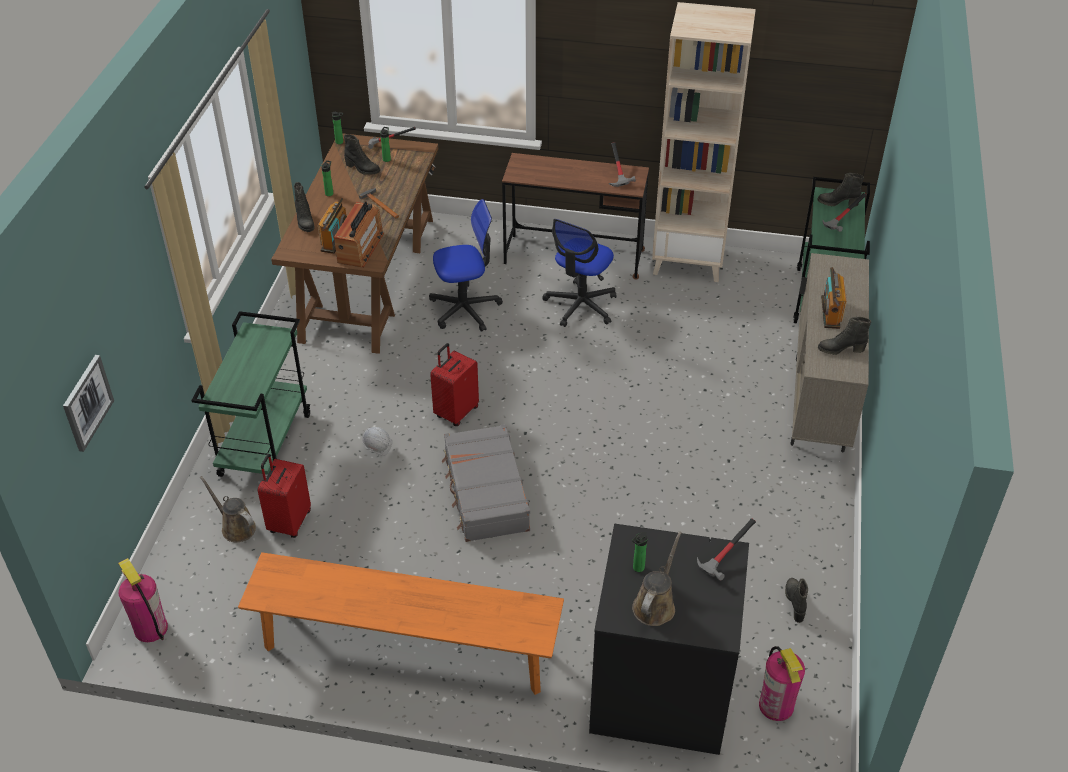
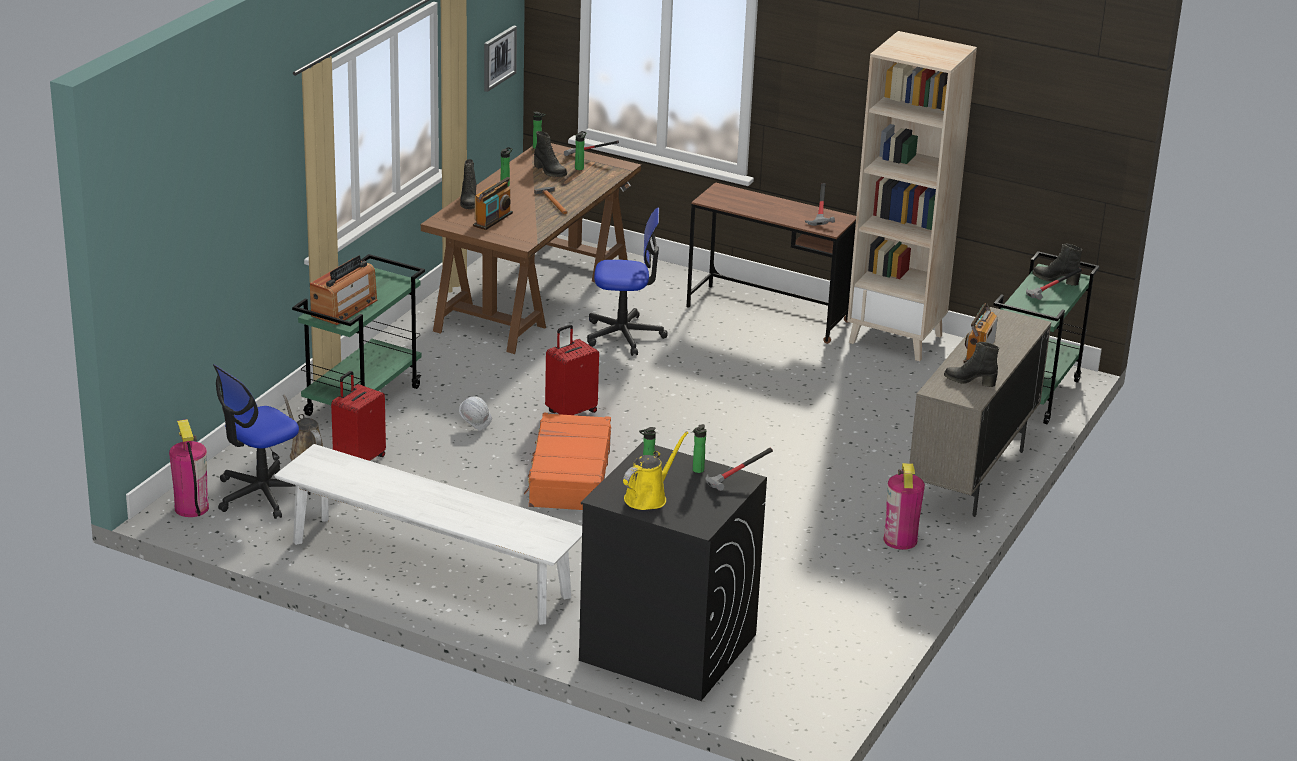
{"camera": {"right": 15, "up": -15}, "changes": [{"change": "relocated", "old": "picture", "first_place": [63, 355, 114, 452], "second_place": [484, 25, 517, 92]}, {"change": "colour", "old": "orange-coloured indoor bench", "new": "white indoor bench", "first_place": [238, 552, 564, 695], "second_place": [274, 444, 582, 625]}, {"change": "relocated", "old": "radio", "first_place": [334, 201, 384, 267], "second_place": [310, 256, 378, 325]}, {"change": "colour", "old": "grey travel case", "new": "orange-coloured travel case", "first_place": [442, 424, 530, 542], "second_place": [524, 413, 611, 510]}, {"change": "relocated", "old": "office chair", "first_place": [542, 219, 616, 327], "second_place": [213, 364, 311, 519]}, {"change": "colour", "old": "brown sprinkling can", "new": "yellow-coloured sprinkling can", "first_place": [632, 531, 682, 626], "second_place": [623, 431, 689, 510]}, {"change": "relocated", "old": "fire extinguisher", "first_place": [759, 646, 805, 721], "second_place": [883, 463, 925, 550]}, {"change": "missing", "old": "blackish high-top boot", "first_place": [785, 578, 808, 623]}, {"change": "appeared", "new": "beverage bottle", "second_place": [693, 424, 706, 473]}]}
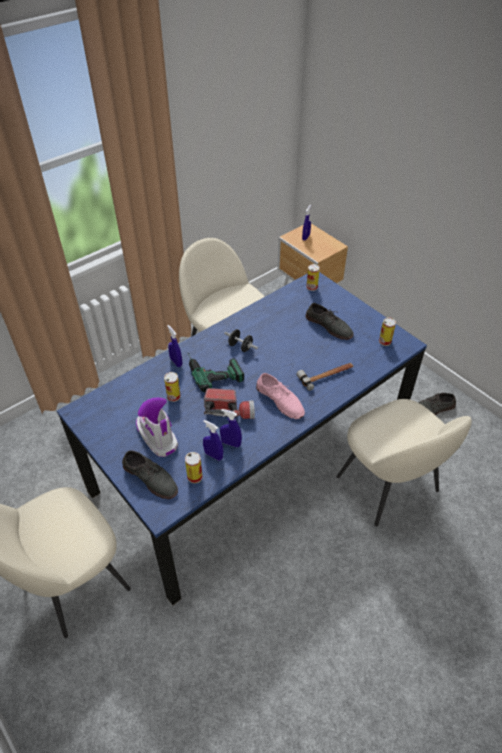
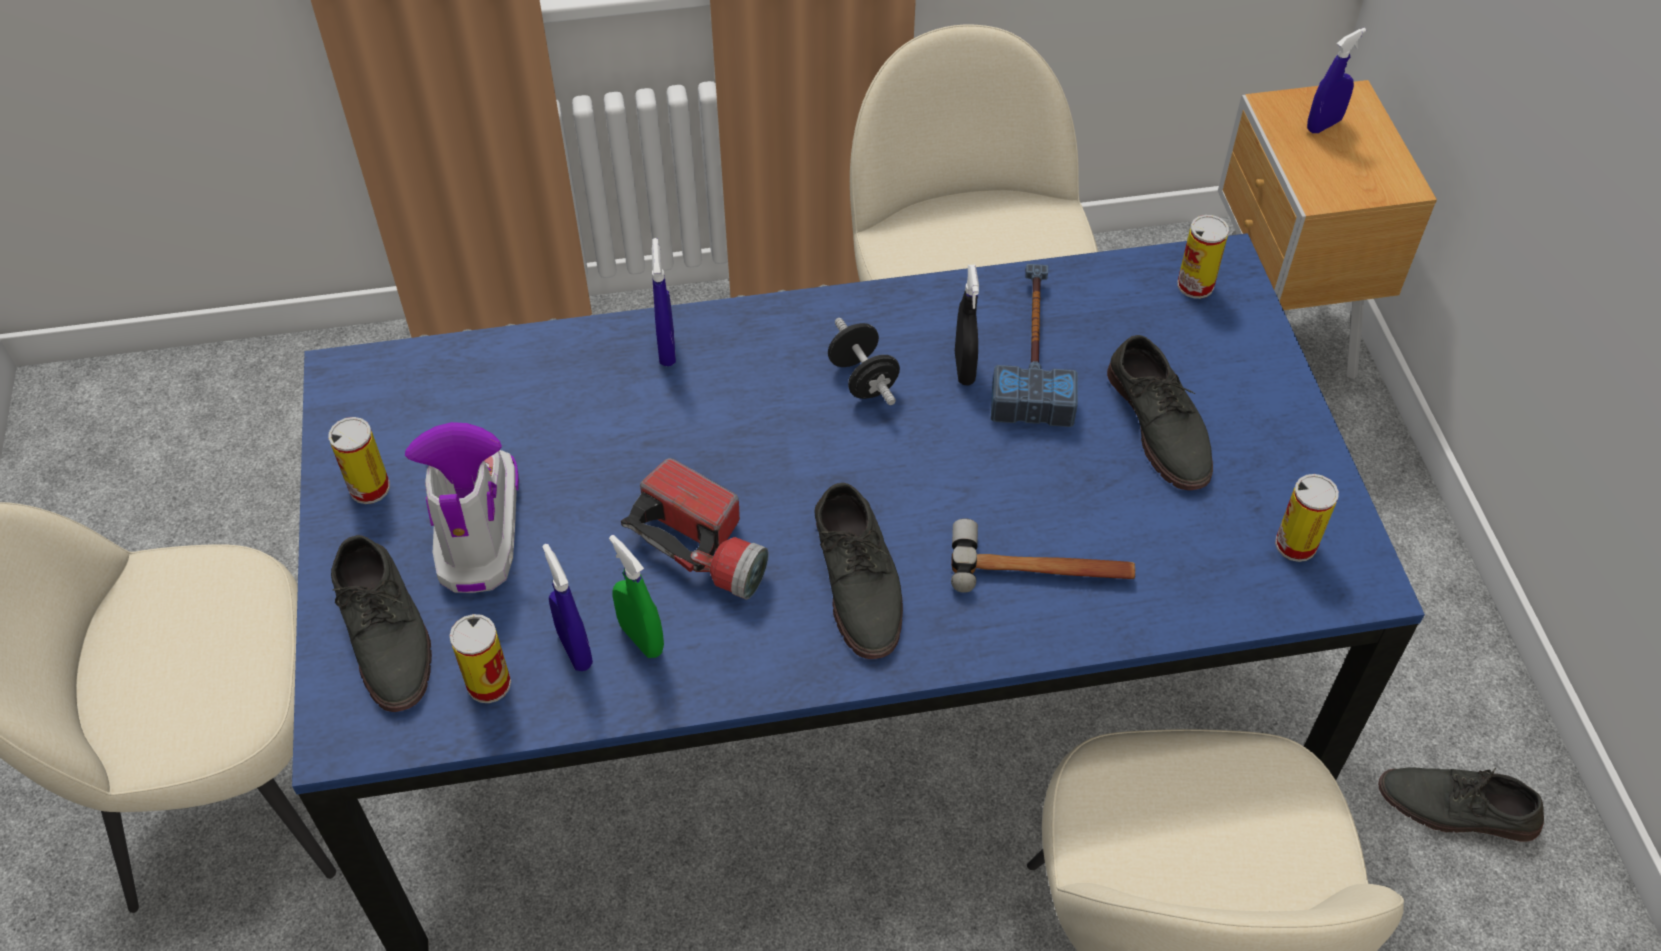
{"camera": {"right": 30, "up": 5}, "changes": [{"change": "relocated", "old": "can", "first_place": [164, 372, 181, 402], "second_place": [328, 417, 390, 504]}, {"change": "missing", "old": "electric drill", "first_place": [188, 353, 244, 392]}, {"change": "colour", "old": "blue hand sprayer", "new": "greenish hand sprayer", "first_place": [220, 409, 242, 447], "second_place": [609, 535, 664, 658]}, {"change": "colour", "old": "pink-coloured shoe", "new": "grey shoe", "first_place": [256, 373, 305, 419], "second_place": [815, 483, 903, 659]}, {"change": "appeared", "new": "blackish hand sprayer", "second_place": [955, 265, 979, 386]}, {"change": "appeared", "new": "hammer", "second_place": [991, 264, 1078, 427]}]}
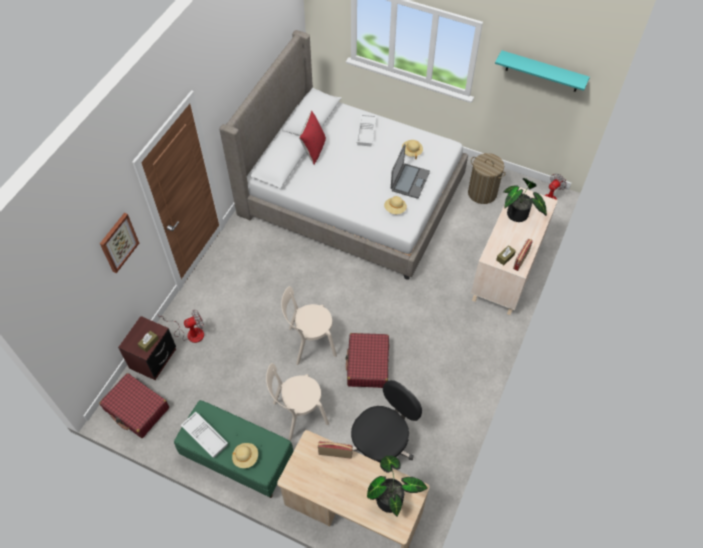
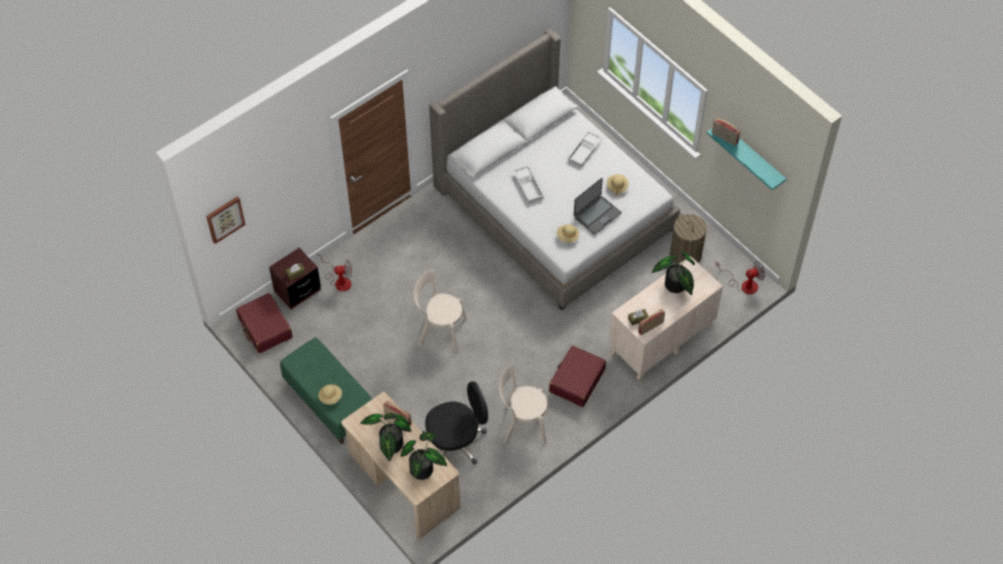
{"camera": {"right": 25, "up": 0}, "changes": [{"change": "relocated", "old": "picture", "first_place": [100, 213, 139, 273], "second_place": [206, 196, 246, 244]}, {"change": "relocated", "old": "white tray", "first_place": [181, 412, 228, 458], "second_place": [513, 165, 544, 203]}, {"change": "relocated", "old": "beige-coloured plain chair", "first_place": [266, 363, 329, 441], "second_place": [499, 365, 547, 444]}, {"change": "missing", "old": "reddish pillow", "first_place": [299, 110, 326, 165]}, {"change": "relocated", "old": "reddish travel case", "first_place": [345, 333, 389, 388], "second_place": [549, 345, 606, 407]}, {"change": "appeared", "new": "houseplant", "second_place": [360, 413, 411, 461]}, {"change": "appeared", "new": "radio", "second_place": [712, 118, 740, 146]}]}
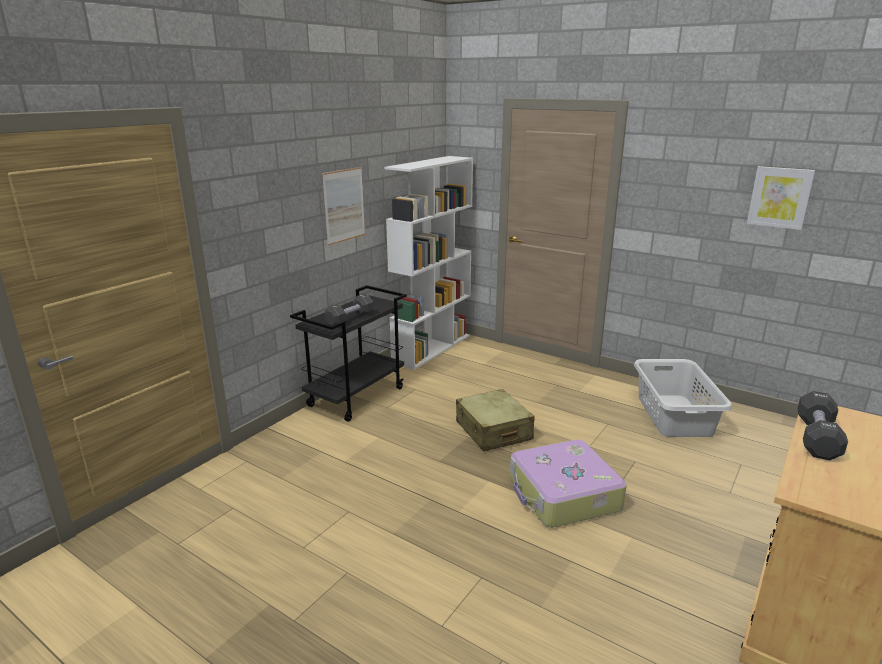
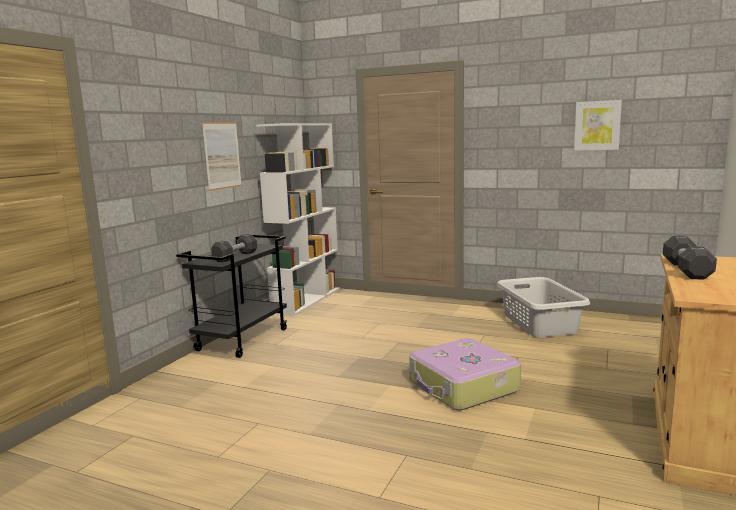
{"camera": {"right": -10, "up": -10}, "changes": [{"change": "missing", "old": "beige-coloured travel case", "first_place": [456, 389, 535, 452]}]}
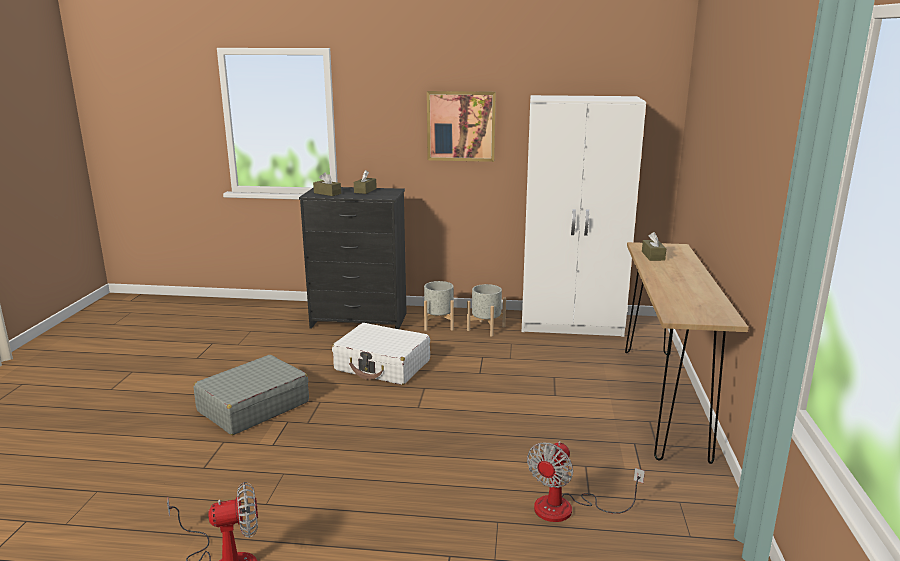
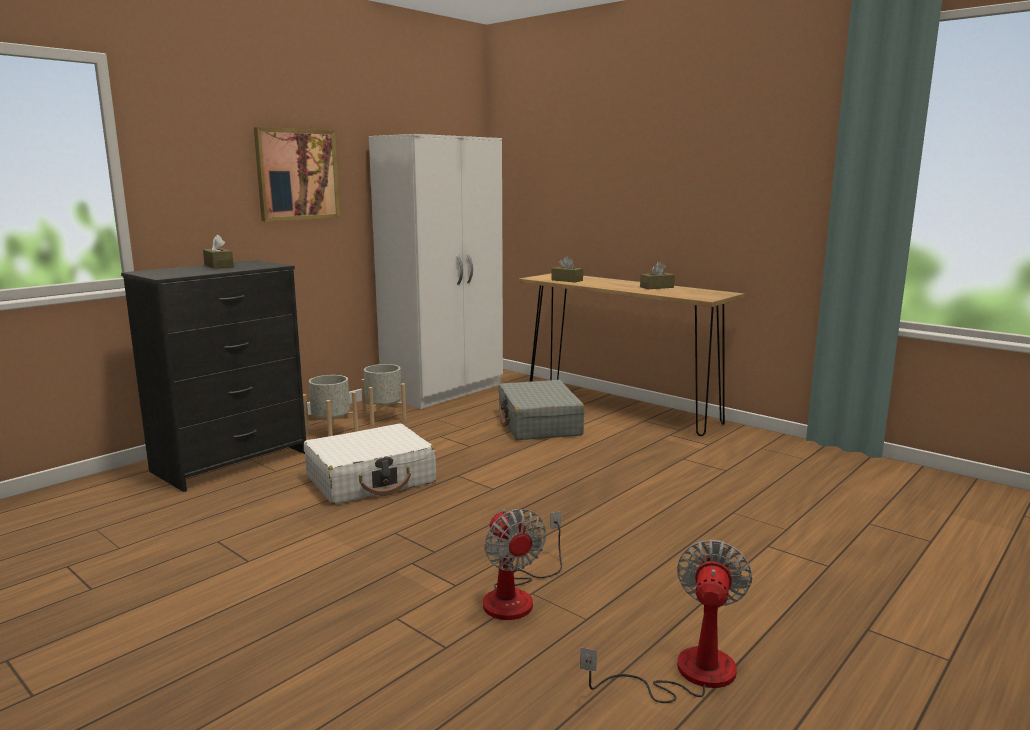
{"camera": {"right": -55, "up": -5}, "changes": [{"change": "relocated", "old": "grey travel case", "first_place": [193, 355, 309, 435], "second_place": [498, 380, 585, 440]}, {"change": "relocated", "old": "brown box of tissues", "first_place": [313, 172, 341, 196], "second_place": [640, 262, 675, 289]}, {"change": "relocated", "old": "cooling fan", "first_place": [527, 441, 645, 522], "second_place": [483, 509, 562, 620]}]}
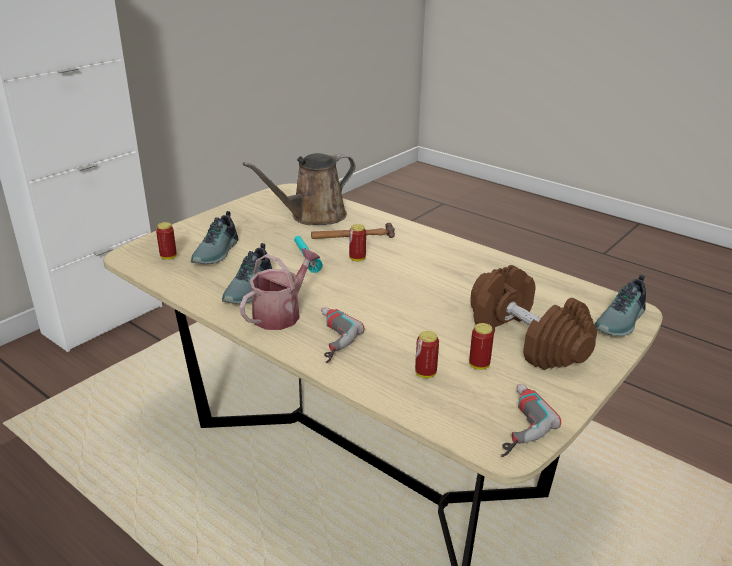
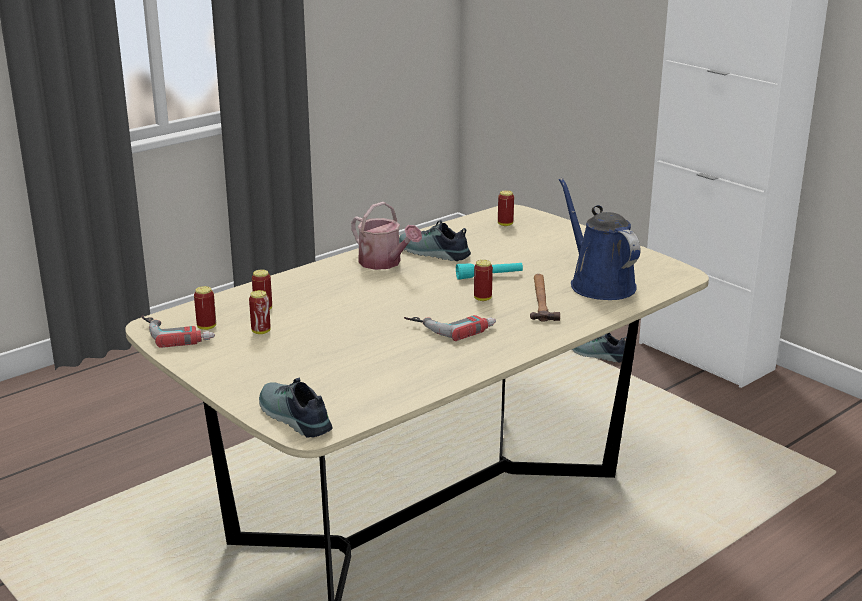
{"camera": {"right": 100, "up": -5}, "changes": [{"change": "relocated", "old": "shoe", "first_place": [191, 211, 238, 264], "second_place": [571, 333, 626, 363]}, {"change": "colour", "old": "brown sprinkling can", "new": "blue sprinkling can", "first_place": [243, 153, 355, 225], "second_place": [559, 178, 640, 300]}, {"change": "relocated", "old": "electric drill", "first_place": [321, 307, 364, 364], "second_place": [404, 315, 496, 341]}, {"change": "missing", "old": "brown hand weight", "first_place": [470, 265, 597, 370]}, {"change": "appeared", "new": "can", "second_place": [194, 286, 216, 330]}]}
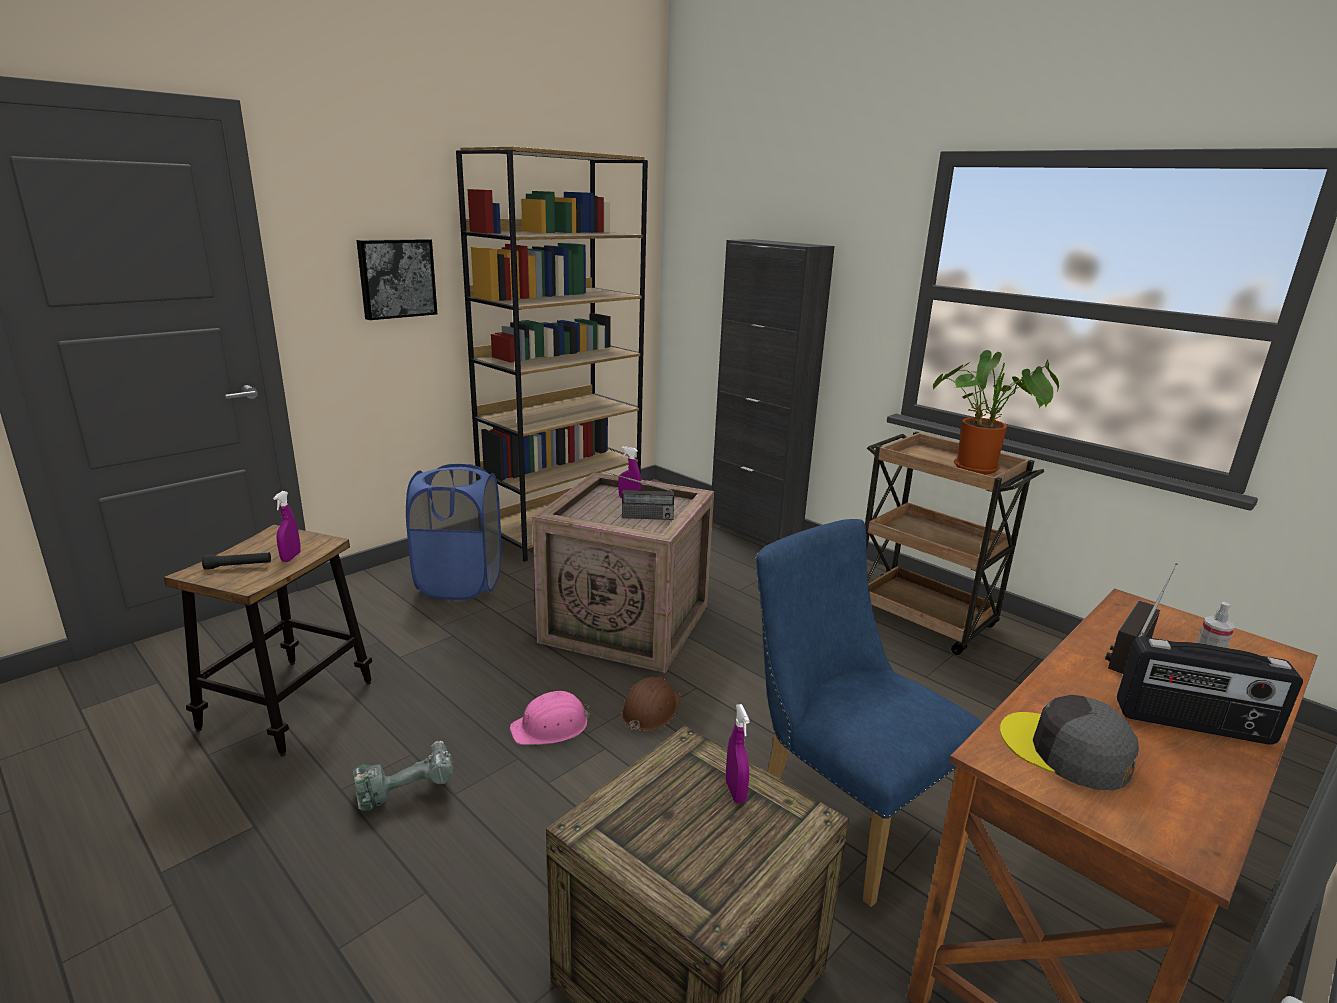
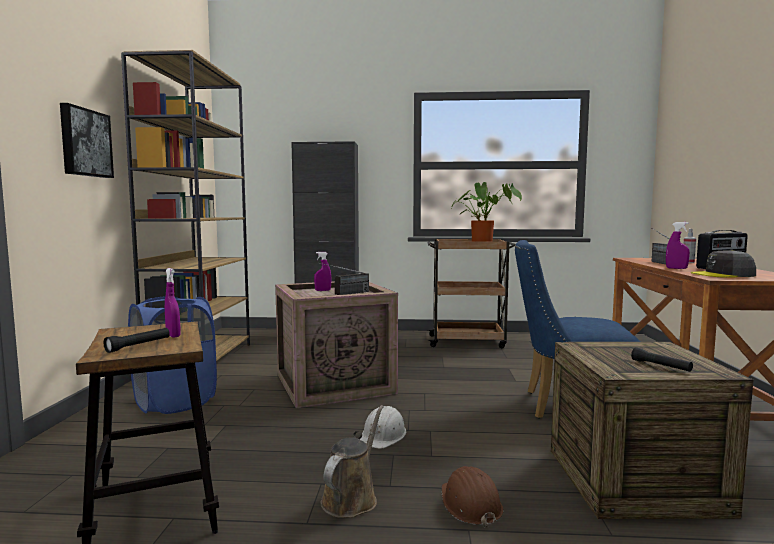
{"camera": {"right": -40, "up": -15}, "changes": [{"change": "exchanged", "old": "electric drill", "new": "brown sprinkling can", "first_place": [353, 740, 454, 811], "second_place": [320, 405, 384, 518]}, {"change": "colour", "old": "pink-coloured hard hat", "new": "white hard hat", "first_place": [510, 691, 590, 745], "second_place": [360, 406, 406, 449]}, {"change": "relocated", "old": "brown hard hat", "first_place": [621, 677, 681, 732], "second_place": [442, 466, 504, 528]}, {"change": "relocated", "old": "purple-coloured hand sprayer", "first_place": [726, 704, 750, 804], "second_place": [666, 222, 690, 269]}, {"change": "appeared", "new": "blackish hand torch", "second_place": [631, 347, 693, 372]}]}
